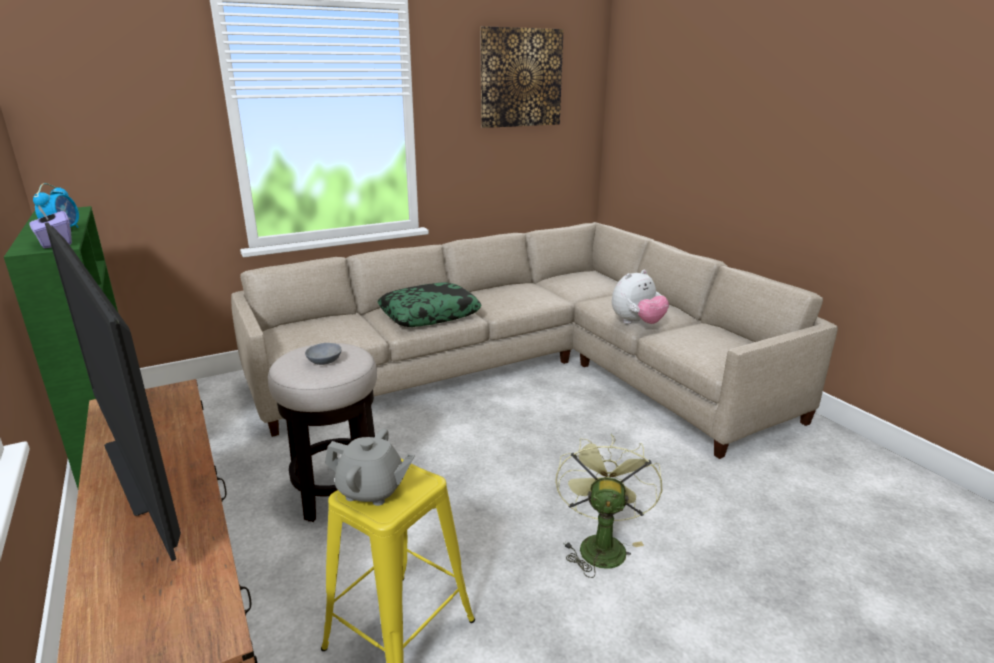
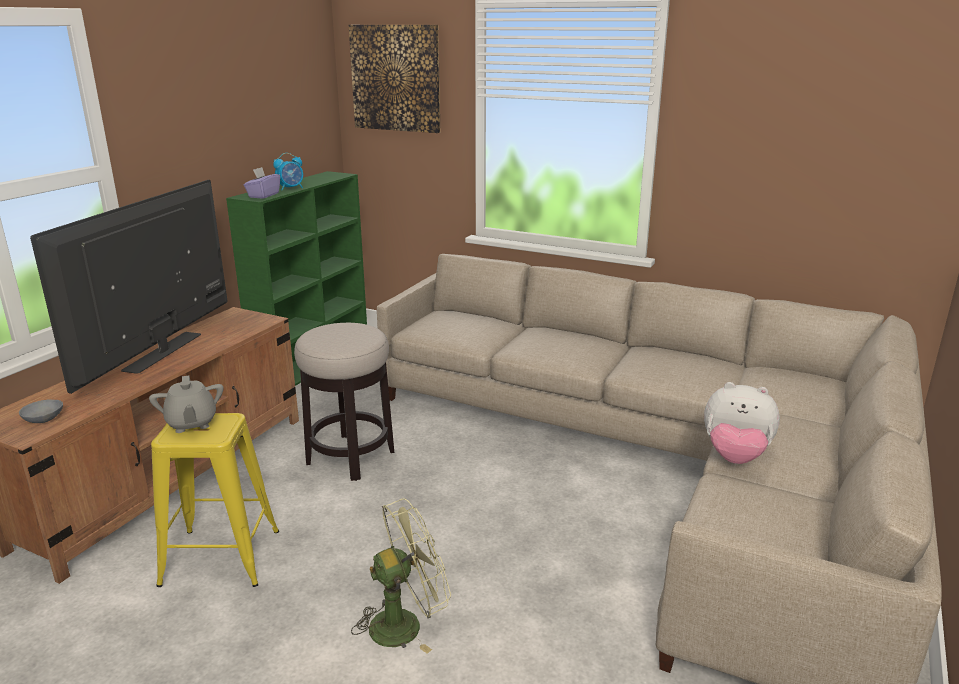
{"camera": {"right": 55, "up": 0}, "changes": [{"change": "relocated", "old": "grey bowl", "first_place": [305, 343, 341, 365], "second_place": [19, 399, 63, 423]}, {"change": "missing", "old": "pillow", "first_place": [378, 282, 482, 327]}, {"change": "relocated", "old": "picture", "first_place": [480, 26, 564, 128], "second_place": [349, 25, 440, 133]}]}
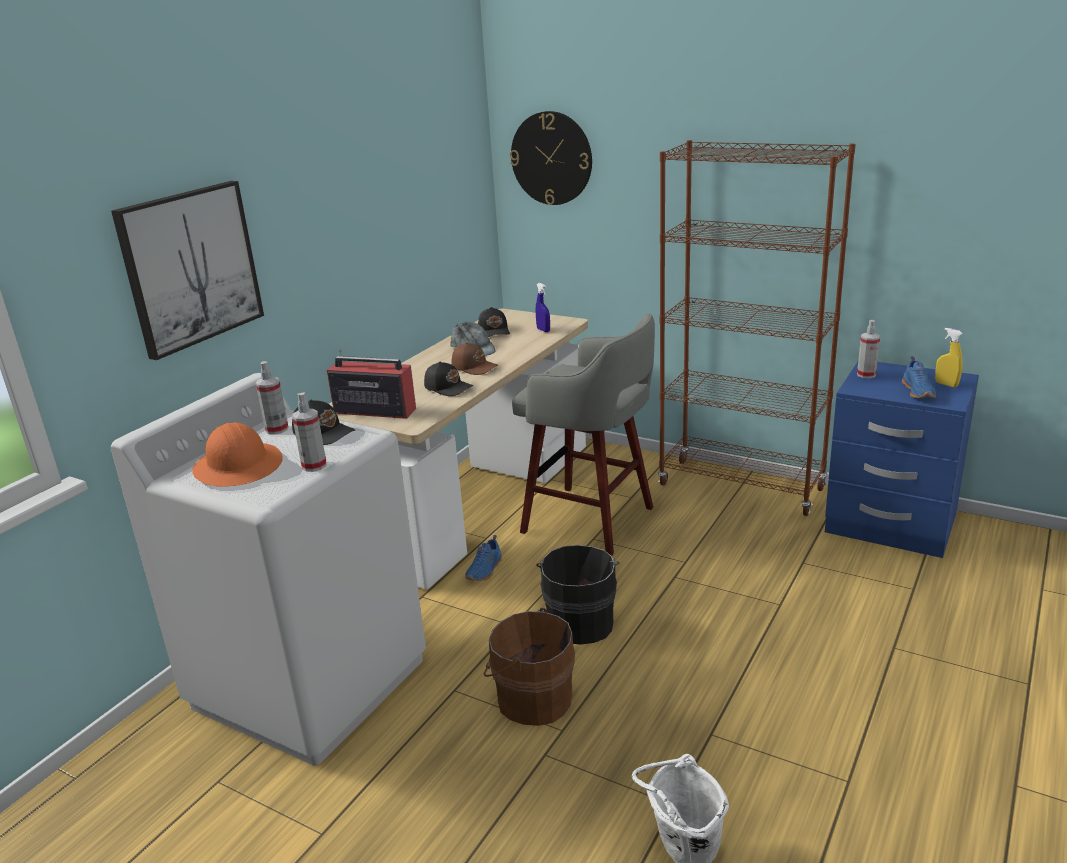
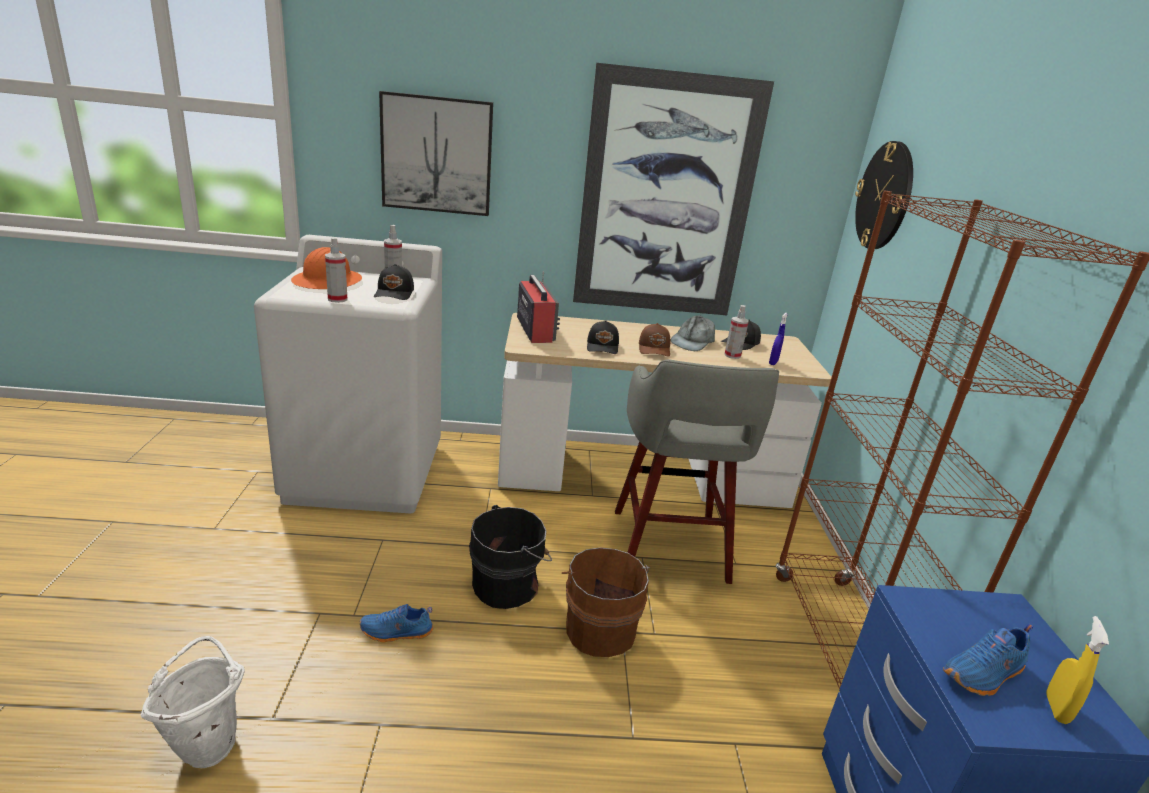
{"camera": {"right": 55, "up": 0}, "changes": [{"change": "relocated", "old": "blue shoe", "first_place": [465, 535, 502, 581], "second_place": [360, 604, 434, 643]}, {"change": "relocated", "old": "brown bucket", "first_place": [484, 608, 575, 726], "second_place": [562, 547, 650, 657]}, {"change": "relocated", "old": "hand sprayer", "first_place": [857, 320, 880, 378], "second_place": [724, 305, 749, 359]}, {"change": "appeared", "new": "picture", "second_place": [573, 63, 774, 315]}]}
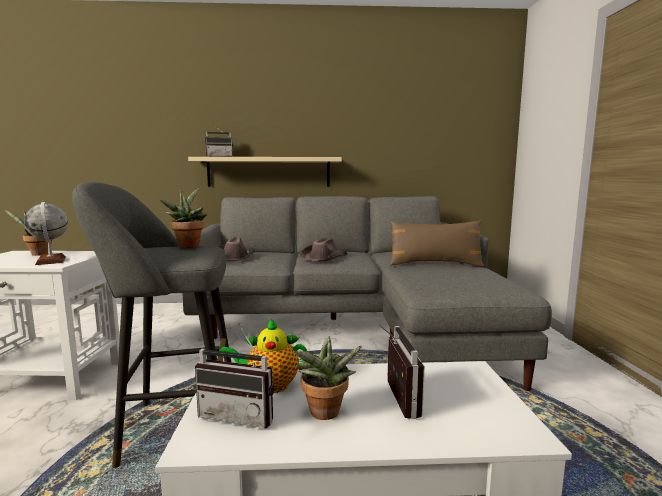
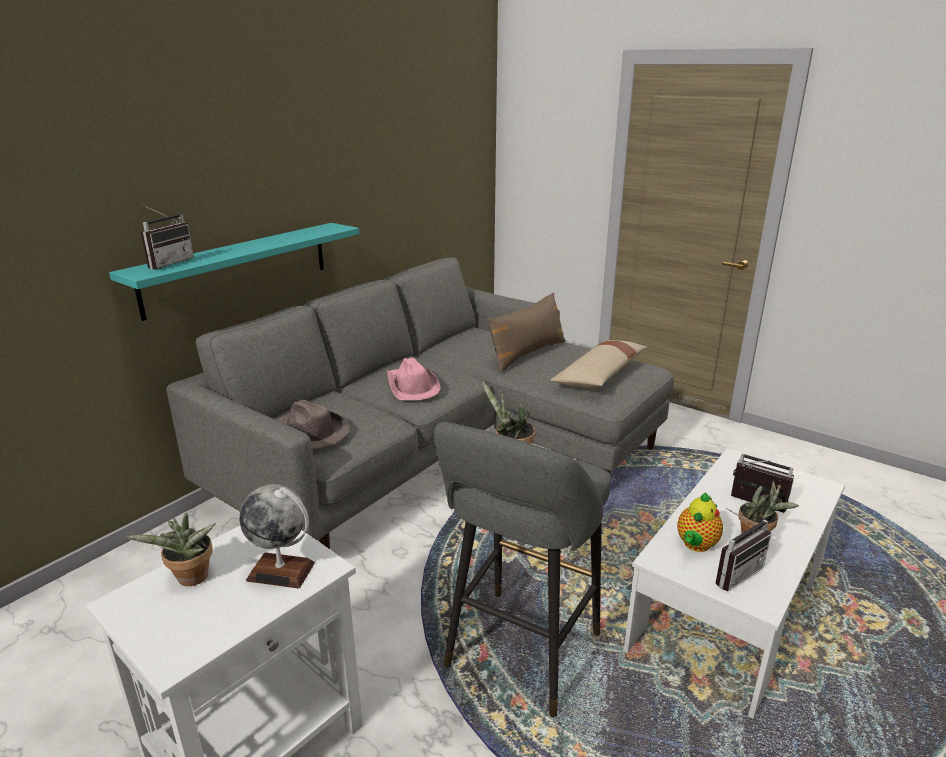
{"camera": {"right": -50, "up": 15}, "changes": [{"change": "colour", "old": "beige-coloured shelf", "new": "blue-green shelf", "first_place": [188, 157, 342, 187], "second_place": [109, 223, 359, 321]}, {"change": "colour", "old": "brown clothing hat", "new": "pink-coloured clothing hat", "first_place": [299, 238, 347, 262], "second_place": [387, 358, 441, 400]}, {"change": "appeared", "new": "beige-coloured pillow", "second_place": [550, 340, 648, 388]}]}
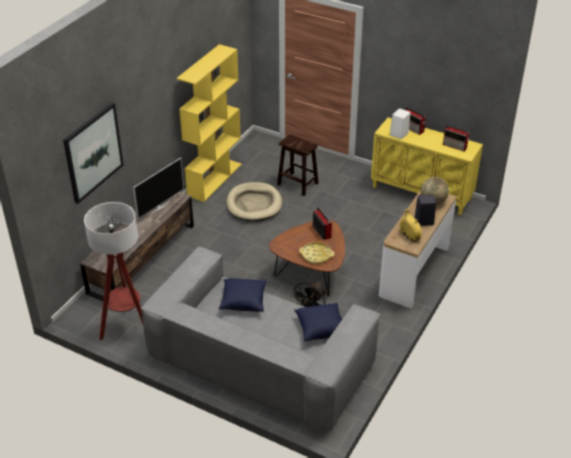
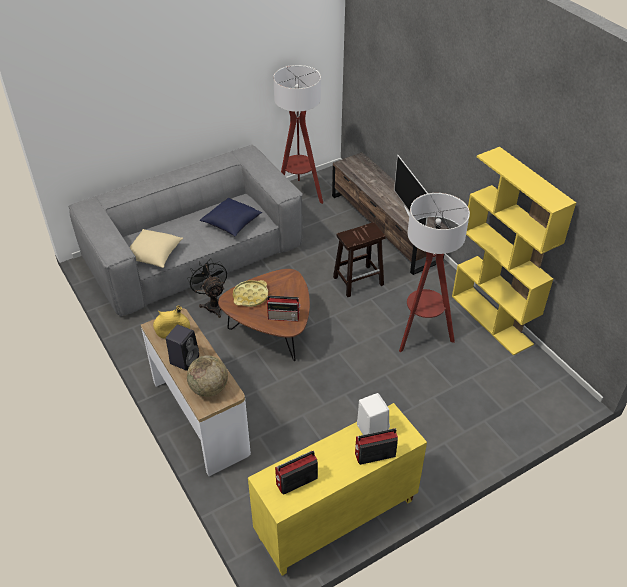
{"camera": {"right": 120, "up": 5}, "changes": [{"change": "missing", "old": "picture", "first_place": [63, 103, 124, 204]}, {"change": "exchanged", "old": "beige-coloured dog bed", "new": "standing lamp", "first_place": [226, 182, 282, 221], "second_place": [399, 193, 470, 352]}, {"change": "relocated", "old": "brown sitting stool", "first_place": [277, 134, 318, 196], "second_place": [333, 222, 386, 297]}, {"change": "colour", "old": "blue pillow", "new": "beige-coloured pillow", "first_place": [294, 303, 342, 341], "second_place": [129, 229, 183, 268]}]}
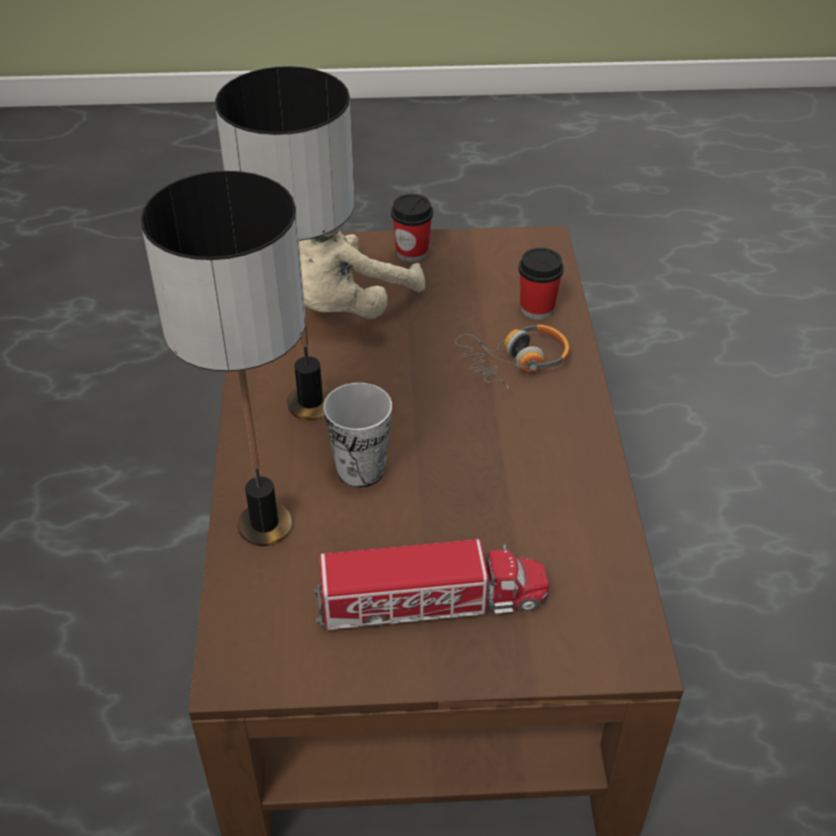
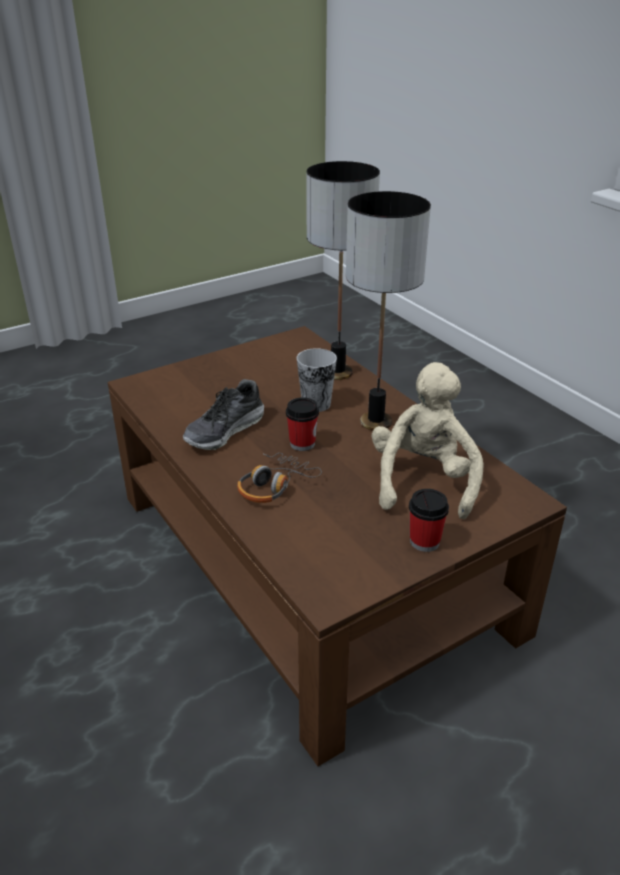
{"camera": {"right": 150, "up": -10}, "changes": [{"change": "missing", "old": "model truck", "first_place": [314, 539, 549, 630]}, {"change": "relocated", "old": "drinking cup", "first_place": [519, 248, 564, 320], "second_place": [286, 397, 319, 451]}, {"change": "appeared", "new": "shoe", "second_place": [183, 379, 264, 450]}]}
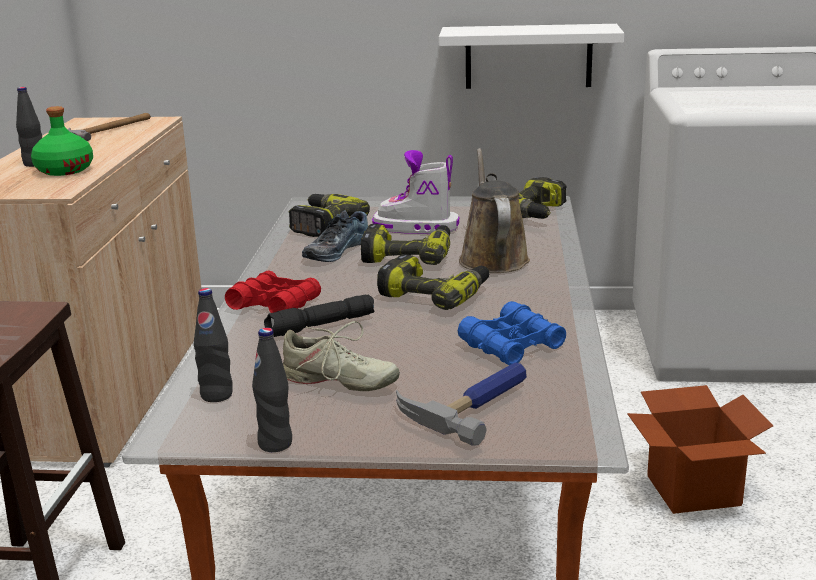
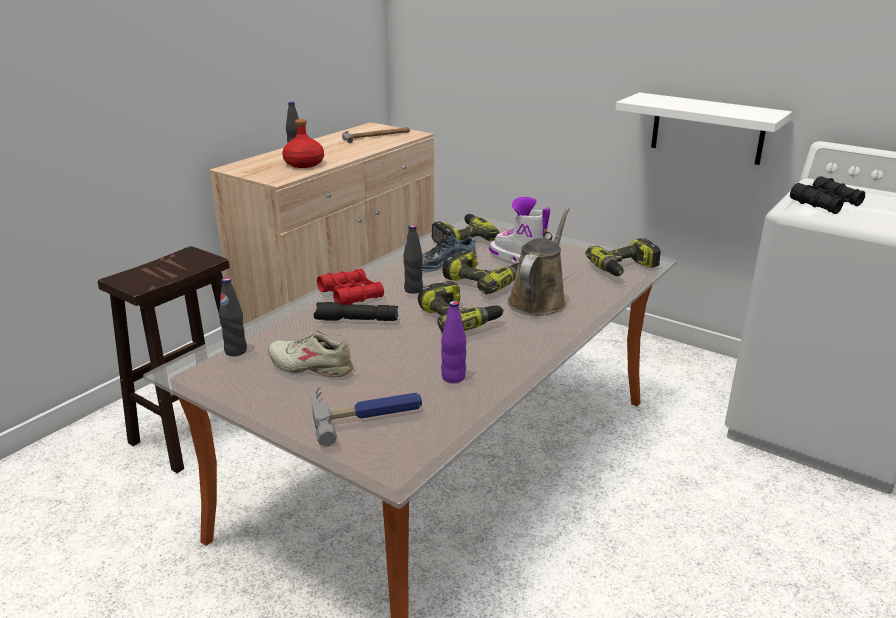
{"camera": {"right": 30, "up": 5}, "changes": [{"change": "colour", "old": "greenish beverage bottle", "new": "reddish beverage bottle", "first_place": [31, 106, 93, 176], "second_place": [282, 119, 324, 168]}, {"change": "relocated", "old": "blackish beverage bottle", "first_place": [252, 328, 292, 452], "second_place": [403, 225, 423, 294]}, {"change": "spun", "old": "beige-coloured shoe", "first_place": [283, 321, 400, 391], "second_place": [268, 331, 354, 377], "degrees": 150}, {"change": "exchanged", "old": "blue pair of binoculars", "new": "purple-coloured beverage bottle", "first_place": [458, 301, 566, 365], "second_place": [441, 301, 466, 383]}, {"change": "missing", "old": "packing box", "first_place": [627, 385, 773, 514]}, {"change": "appeared", "new": "blackish pair of binoculars", "second_place": [790, 176, 865, 214]}]}
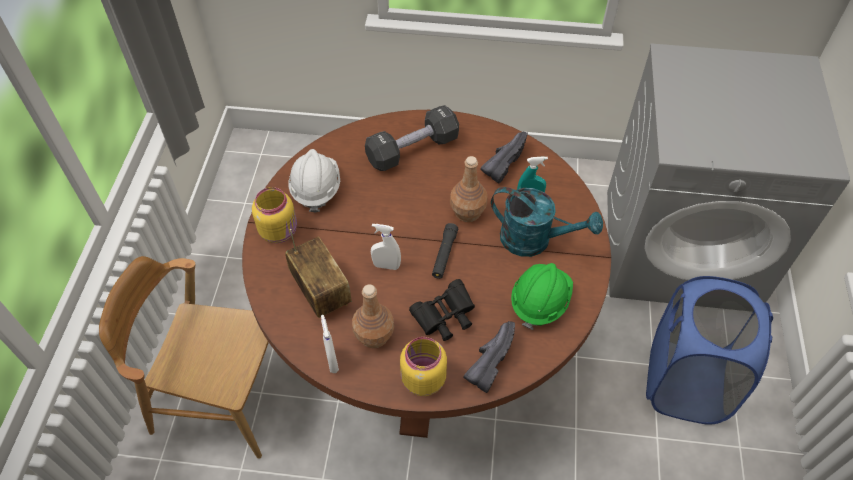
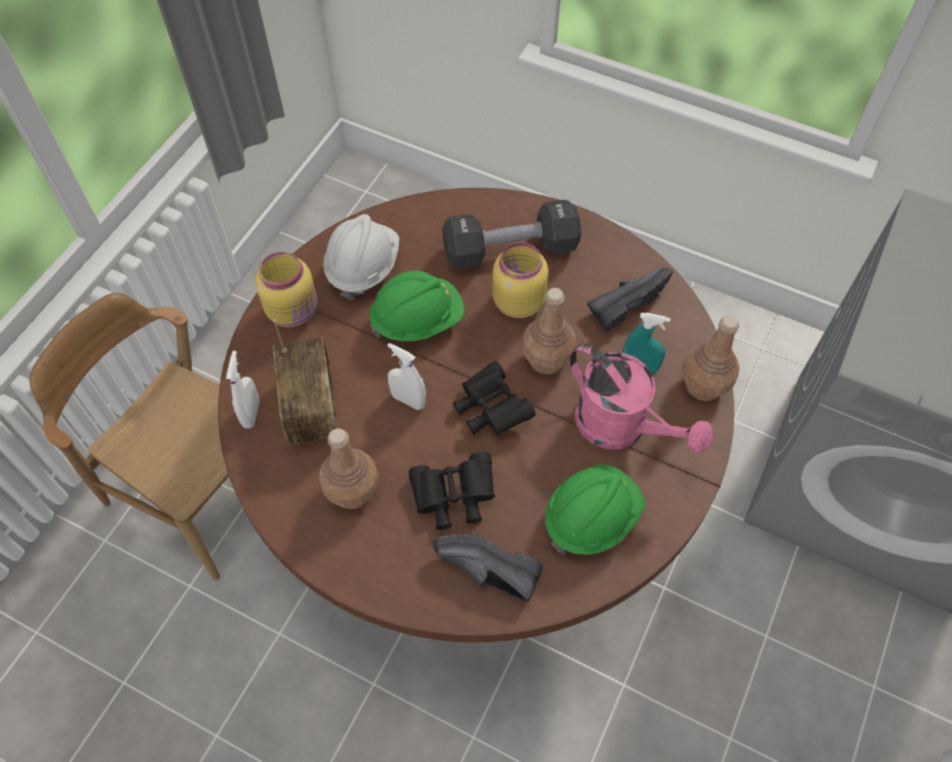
{"camera": {"right": 20, "up": 5}, "changes": [{"change": "relocated", "old": "white hand sprayer", "first_place": [321, 315, 339, 373], "second_place": [226, 350, 260, 429]}, {"change": "relocated", "old": "yellow-coloured storage jar", "first_place": [400, 337, 447, 396], "second_place": [492, 243, 549, 318]}, {"change": "exchanged", "old": "blackish hand torch", "new": "blackish pair of binoculars", "first_place": [432, 223, 458, 279], "second_place": [453, 361, 536, 435]}, {"change": "spun", "old": "blackish shoe", "first_place": [463, 321, 515, 393], "second_place": [433, 533, 543, 602], "degrees": -120}, {"change": "colour", "old": "blue-green sprinkling can", "new": "pink-coloured sprinkling can", "first_place": [491, 187, 603, 257], "second_place": [569, 343, 712, 454]}, {"change": "missing", "old": "blue laundry basket", "first_place": [646, 276, 773, 425]}, {"change": "appeared", "new": "greenish hard hat", "second_place": [370, 271, 464, 341]}, {"change": "appeared", "new": "brown beverage bottle", "second_place": [682, 315, 739, 401]}]}
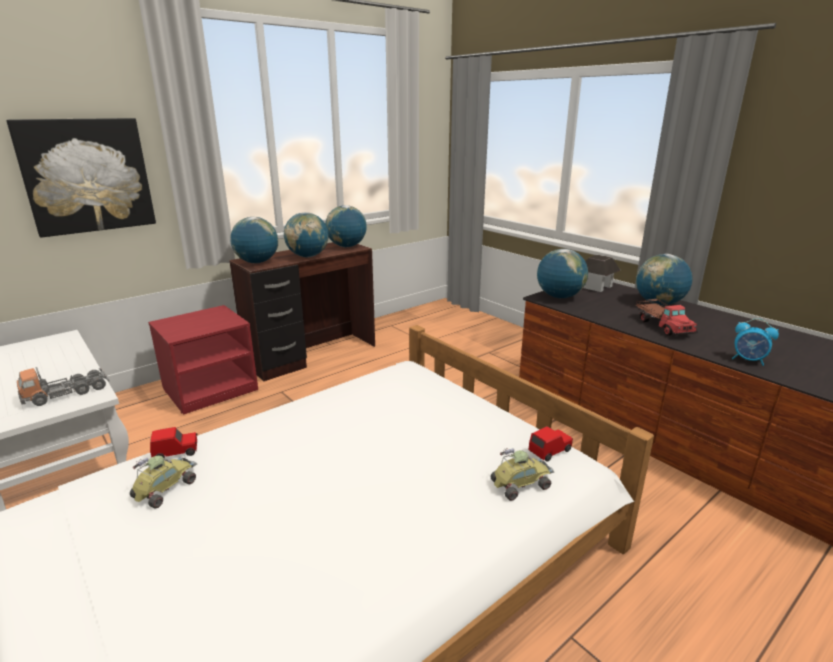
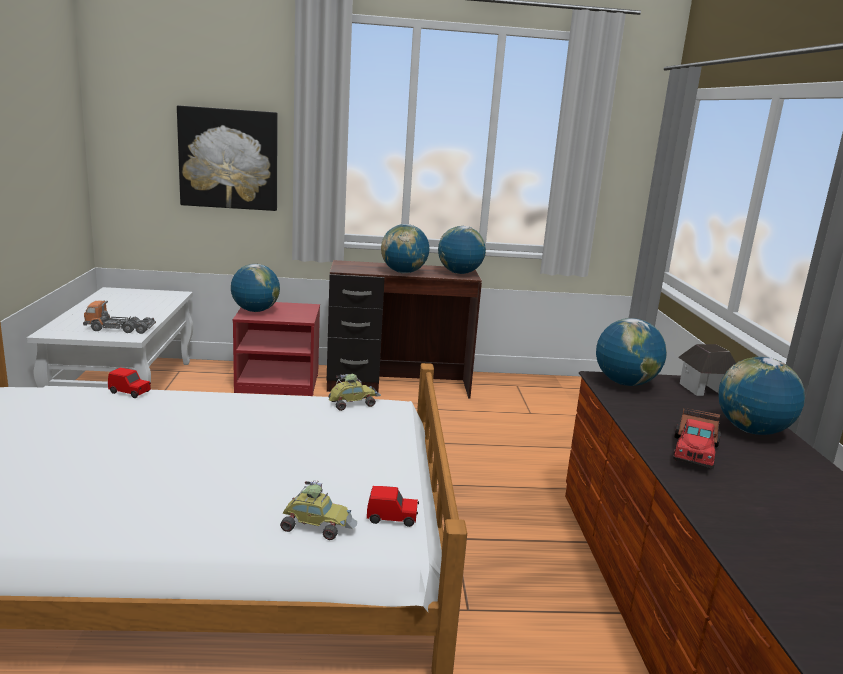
{"camera": {"right": 35, "up": -5}, "changes": [{"change": "relocated", "old": "miniature car", "first_place": [130, 455, 197, 508], "second_place": [328, 374, 381, 411]}, {"change": "relocated", "old": "desk globe", "first_place": [230, 217, 278, 263], "second_place": [231, 264, 280, 312]}, {"change": "missing", "old": "alarm clock", "first_place": [732, 318, 779, 366]}]}
